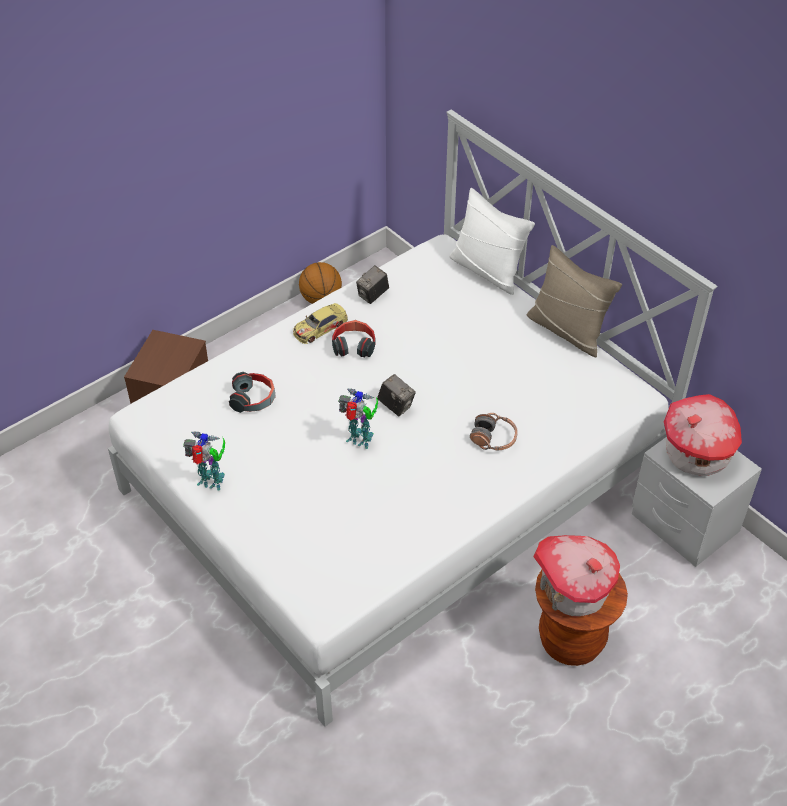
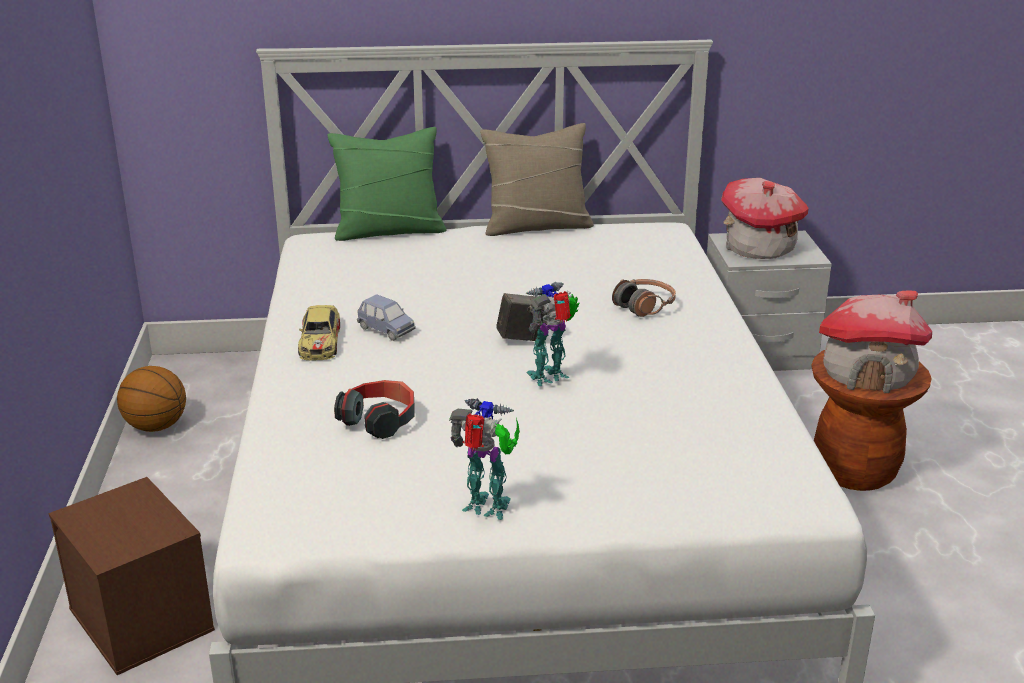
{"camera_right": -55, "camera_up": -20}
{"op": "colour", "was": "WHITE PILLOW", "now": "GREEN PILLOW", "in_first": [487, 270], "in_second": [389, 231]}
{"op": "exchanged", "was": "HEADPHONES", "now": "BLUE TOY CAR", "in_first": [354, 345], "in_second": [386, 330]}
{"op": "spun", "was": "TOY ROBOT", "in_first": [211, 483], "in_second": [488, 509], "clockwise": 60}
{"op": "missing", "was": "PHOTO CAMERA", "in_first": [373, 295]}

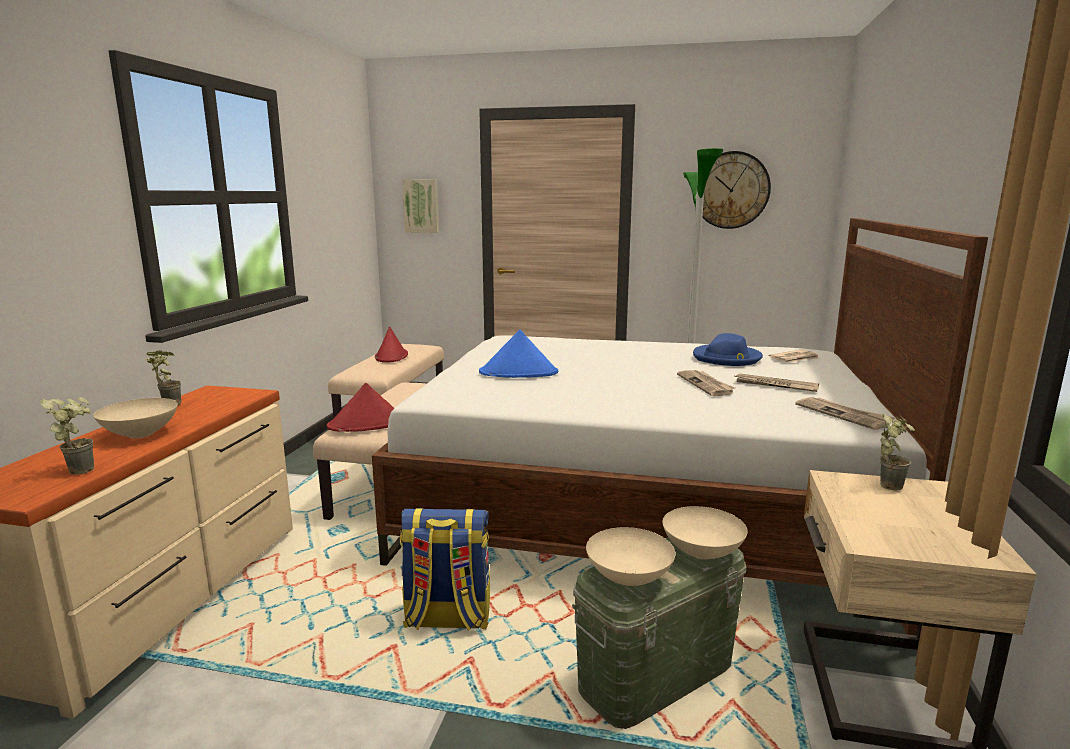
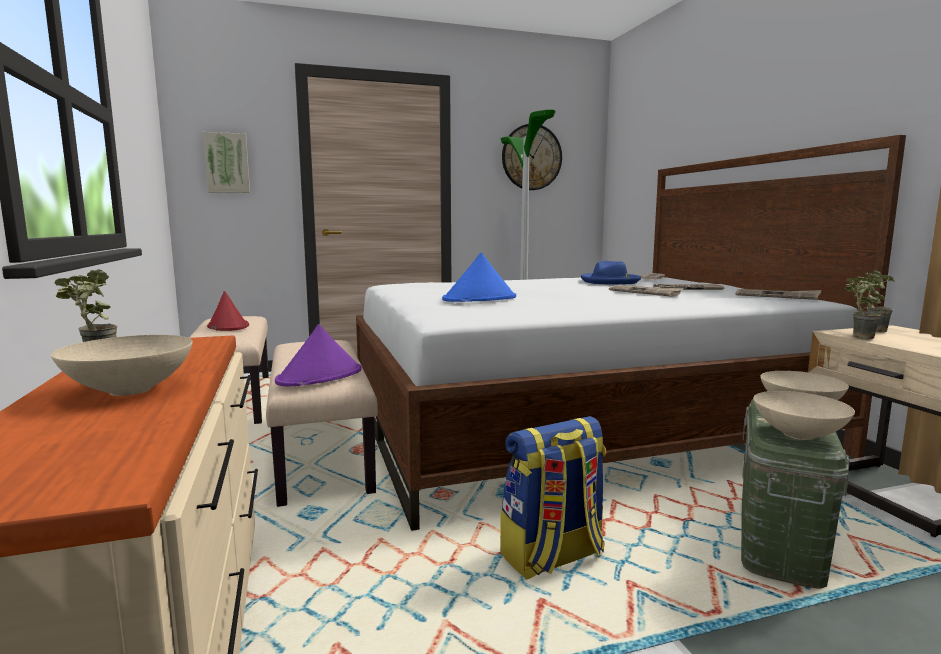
{"camera_right": -30, "camera_up": -5}
{"op": "colour", "was": "RED HAT", "now": "PURPLE HAT", "in_first": [367, 424], "in_second": [320, 376]}
{"op": "relocated", "was": "POTTED PLANT", "in_first": [82, 468], "in_second": [856, 337]}

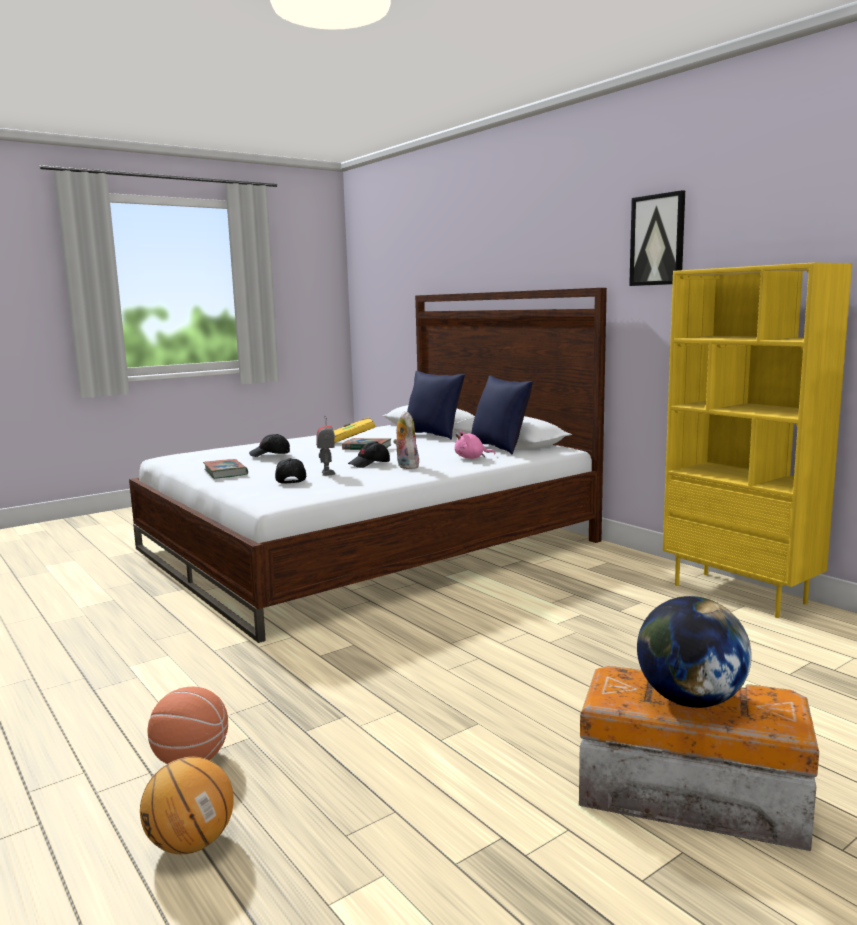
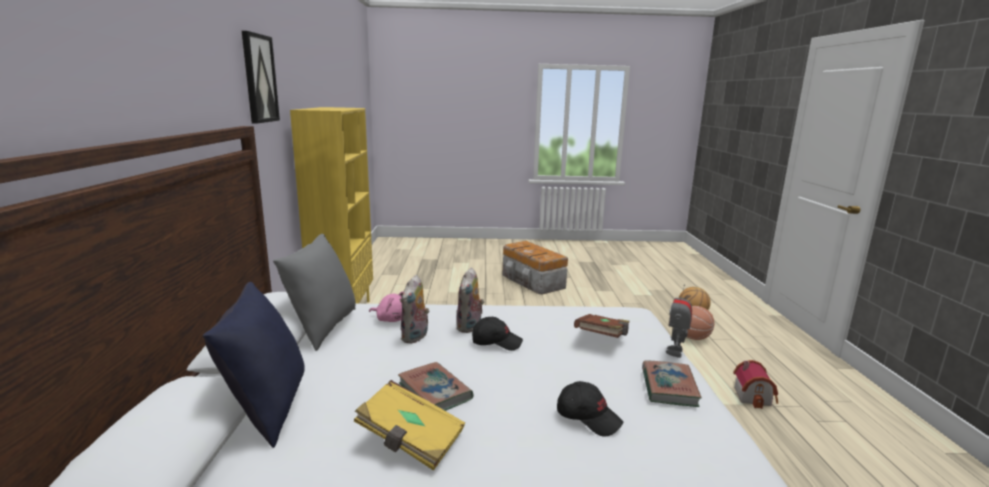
{"camera_right": -145, "camera_up": 5}
{"op": "colour", "was": "BLUE PILLOW", "now": "GREY PILLOW", "in_first": [500, 448], "in_second": [322, 328]}
{"op": "appeared", "now": "PLUSH TOY", "in_second": [415, 337]}
{"op": "exchanged", "was": "BLACK CAP", "now": "BROWN BOOK", "in_first": [290, 480], "in_second": [603, 338]}
{"op": "relocated", "was": "TOY ROBOT", "in_first": [327, 473], "in_second": [675, 352]}
{"op": "appeared", "now": "TOY HOUSE", "in_second": [754, 396]}
{"op": "missing", "was": "GLOBE", "in_first": [690, 700]}

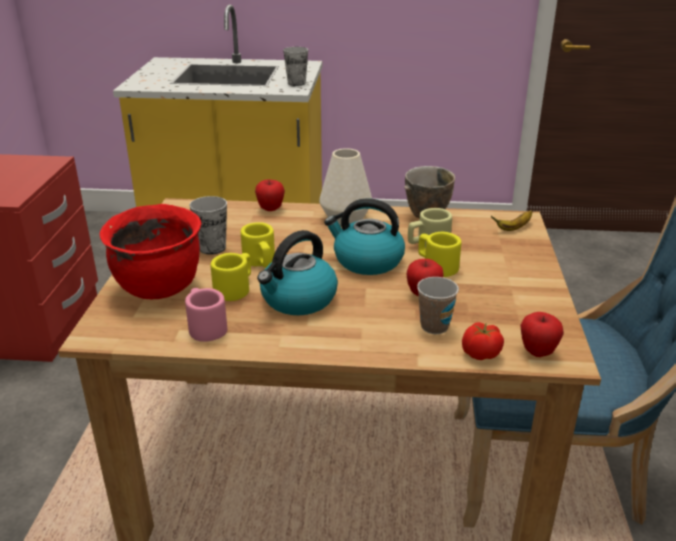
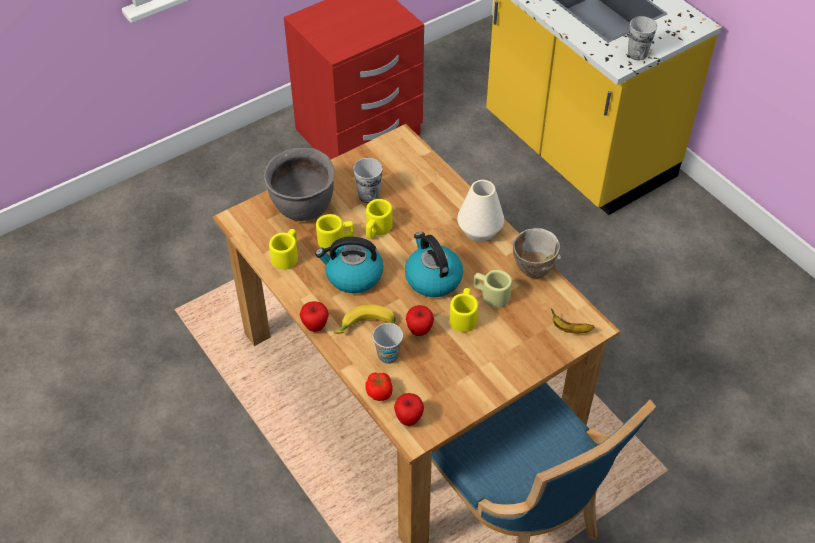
{"camera_right": 50, "camera_up": 20}
{"op": "colour", "was": "RED COOKING POT", "now": "GREY COOKING POT", "in_first": [160, 287], "in_second": [303, 207]}
{"op": "colour", "was": "PINK MUG", "now": "YELLOW MUG", "in_first": [205, 326], "in_second": [287, 255]}
{"op": "relocated", "was": "APPLE", "in_first": [270, 209], "in_second": [315, 326]}
{"op": "appeared", "now": "BANANA", "in_second": [366, 327]}

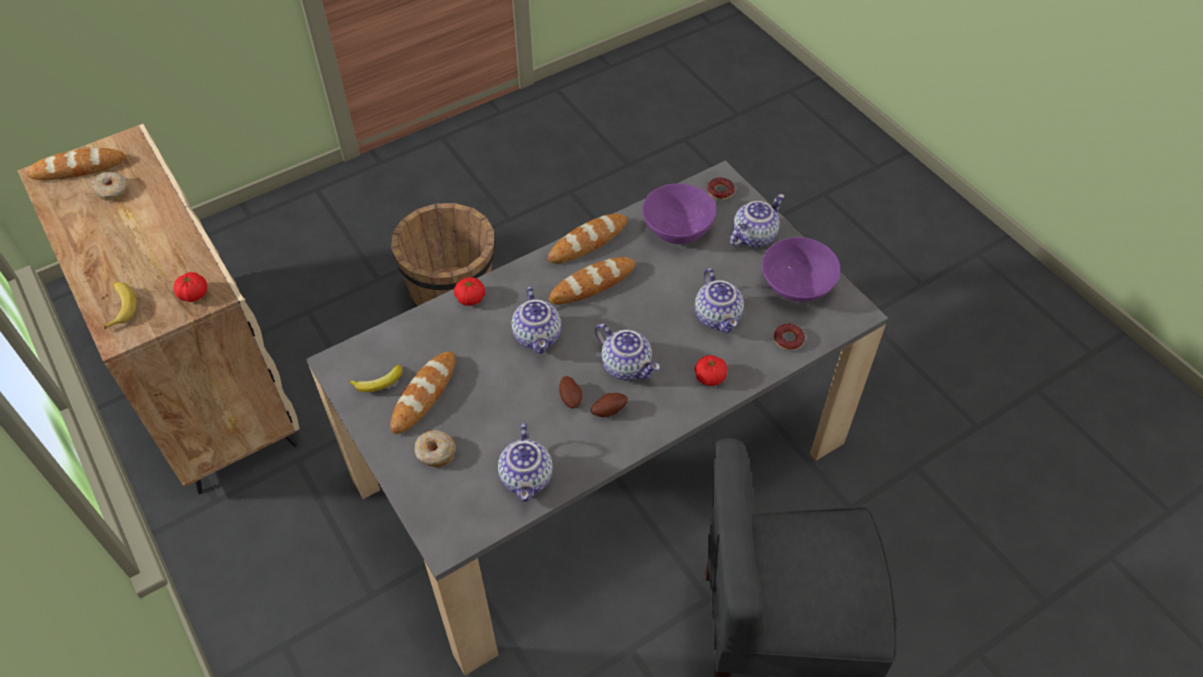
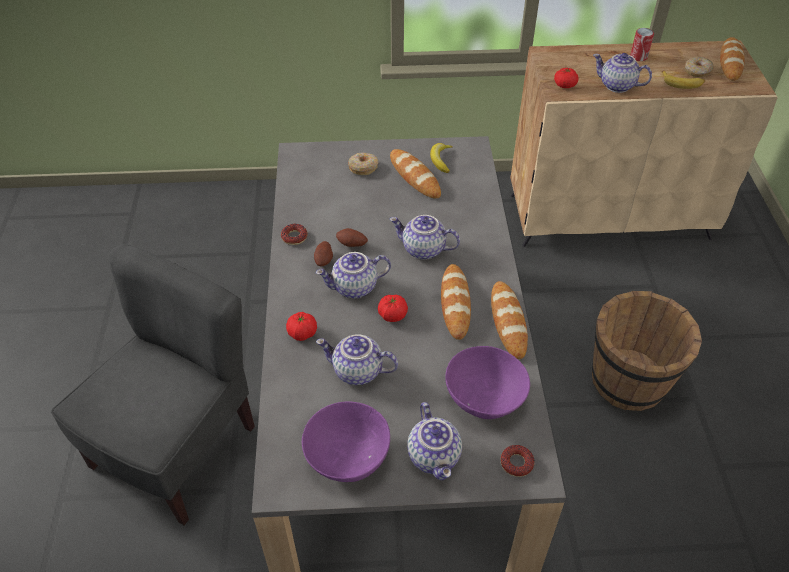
{"camera_right": 120, "camera_up": -5}
{"op": "relocated", "was": "DONUT", "in_first": [788, 339], "in_second": [294, 237]}
{"op": "relocated", "was": "TOMATO", "in_first": [470, 298], "in_second": [392, 315]}
{"op": "relocated", "was": "TEAPOT", "in_first": [528, 478], "in_second": [616, 86]}
{"op": "appeared", "now": "CAN", "in_second": [638, 57]}
{"op": "relocated", "was": "BANANA", "in_first": [120, 307], "in_second": [682, 83]}

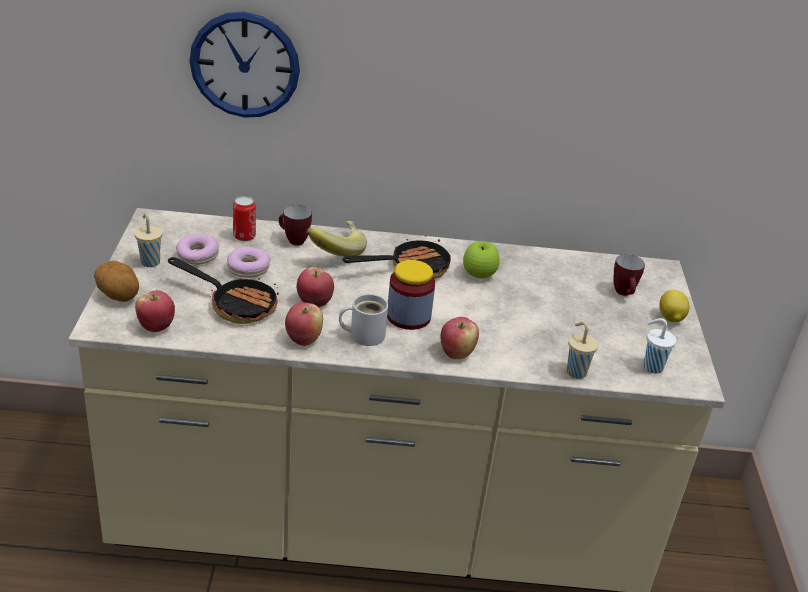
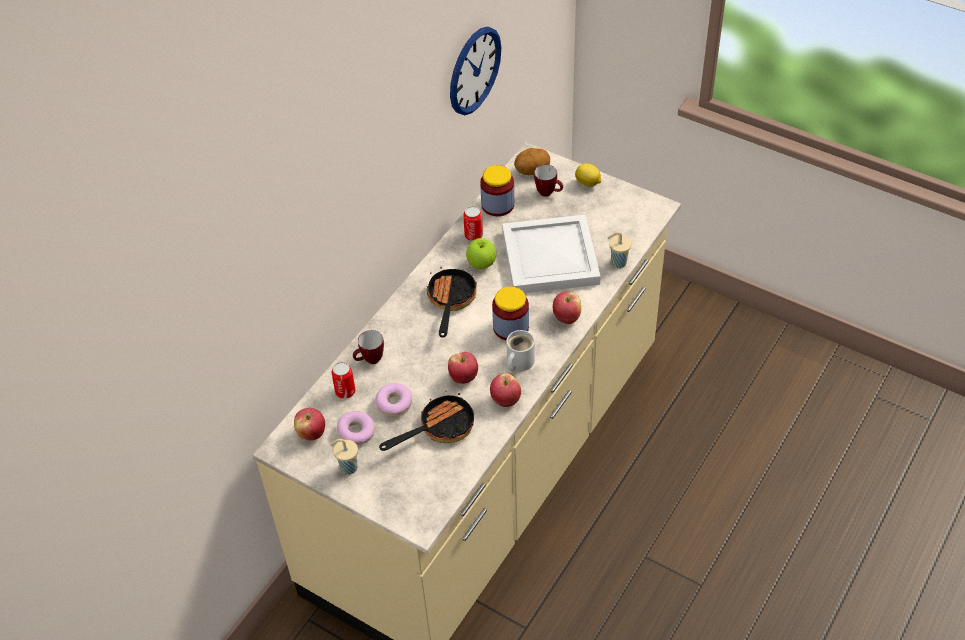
{"camera_right": -55, "camera_up": 15}
{"op": "relocated", "was": "APPLE", "in_first": [156, 327], "in_second": [311, 433]}
{"op": "relocated", "was": "WALL CLOCK", "in_first": [245, 65], "in_second": [474, 70]}
{"op": "appeared", "now": "CAN", "in_second": [473, 235]}
{"op": "appeared", "now": "JAR", "in_second": [497, 205]}
{"op": "appeared", "now": "WHITE TRAY", "in_second": [549, 259]}
{"op": "relocated", "was": "POTATO", "in_first": [118, 295], "in_second": [532, 171]}
{"op": "missing", "was": "BANANA", "in_first": [335, 250]}
{"op": "missing", "was": "WHITE CUP", "in_first": [651, 367]}

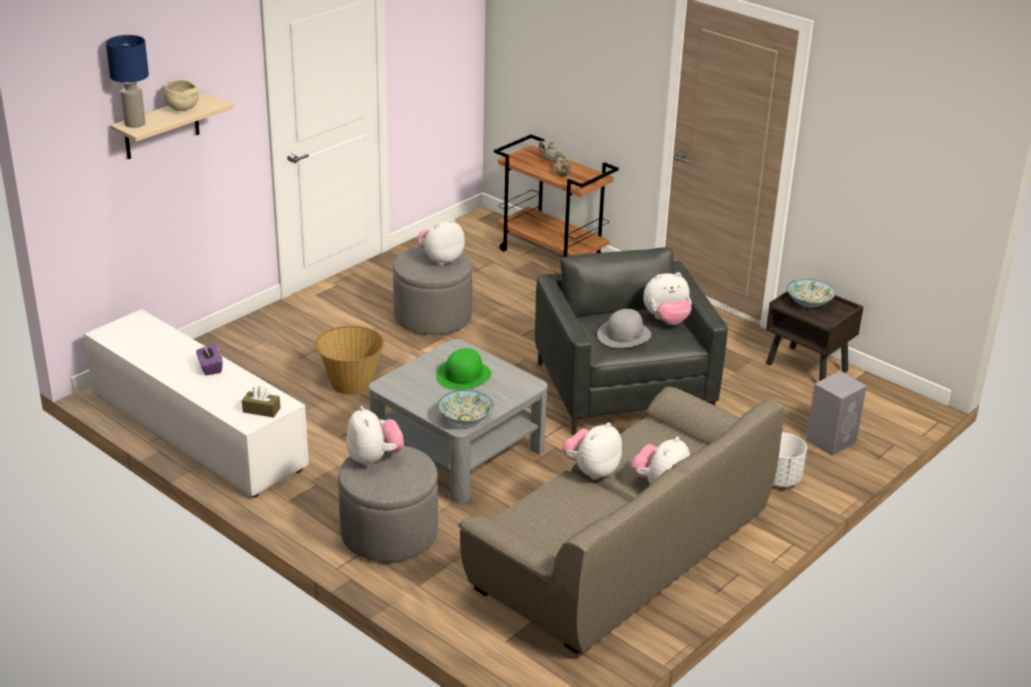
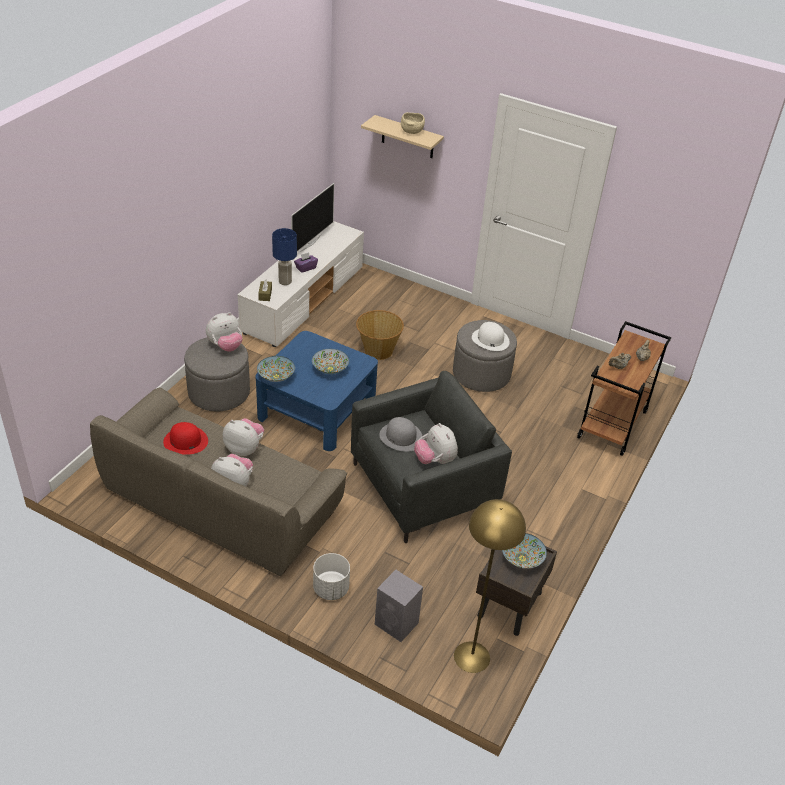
{"camera_right": 75, "camera_up": 10}
{"op": "appeared", "now": "RED HAT", "in_second": [185, 441]}
{"op": "colour", "was": "GREY COFFEE TABLE", "now": "BLUE COFFEE TABLE", "in_first": [458, 450], "in_second": [316, 409]}
{"op": "relocated", "was": "BLUE TABLE LAMP", "in_first": [135, 124], "in_second": [285, 281]}
{"op": "appeared", "now": "TELEVISION", "in_second": [310, 243]}
{"op": "exchanged", "was": "GREEN HAT", "now": "BOWL", "in_first": [463, 375], "in_second": [330, 369]}
{"op": "appeared", "now": "YELLOW FLOOR LAMP", "in_second": [471, 657]}
{"op": "exchanged", "was": "PLUSH TOY", "now": "WHITE HAT", "in_first": [440, 260], "in_second": [490, 339]}

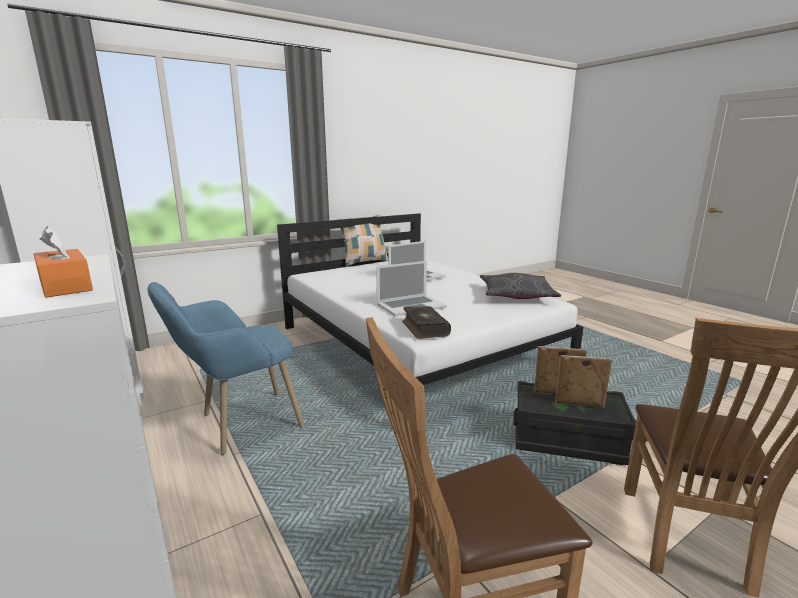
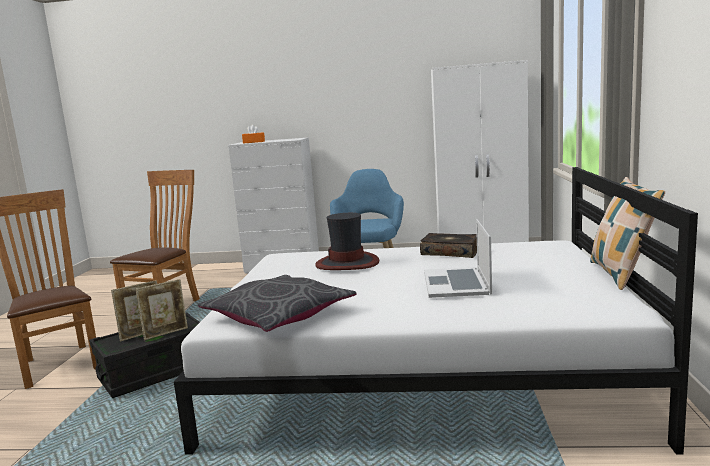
{"camera_right": 130, "camera_up": -5}
{"op": "exchanged", "was": "LAPTOP", "now": "HAT", "in_first": [410, 305], "in_second": [347, 263]}
{"op": "relocated", "was": "BOOK", "in_first": [424, 329], "in_second": [450, 252]}

